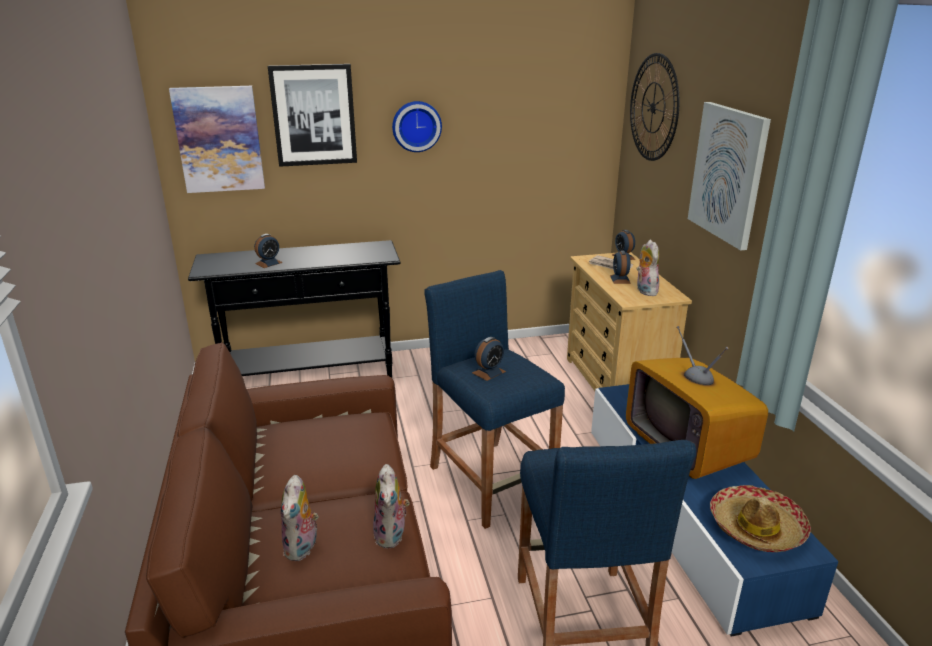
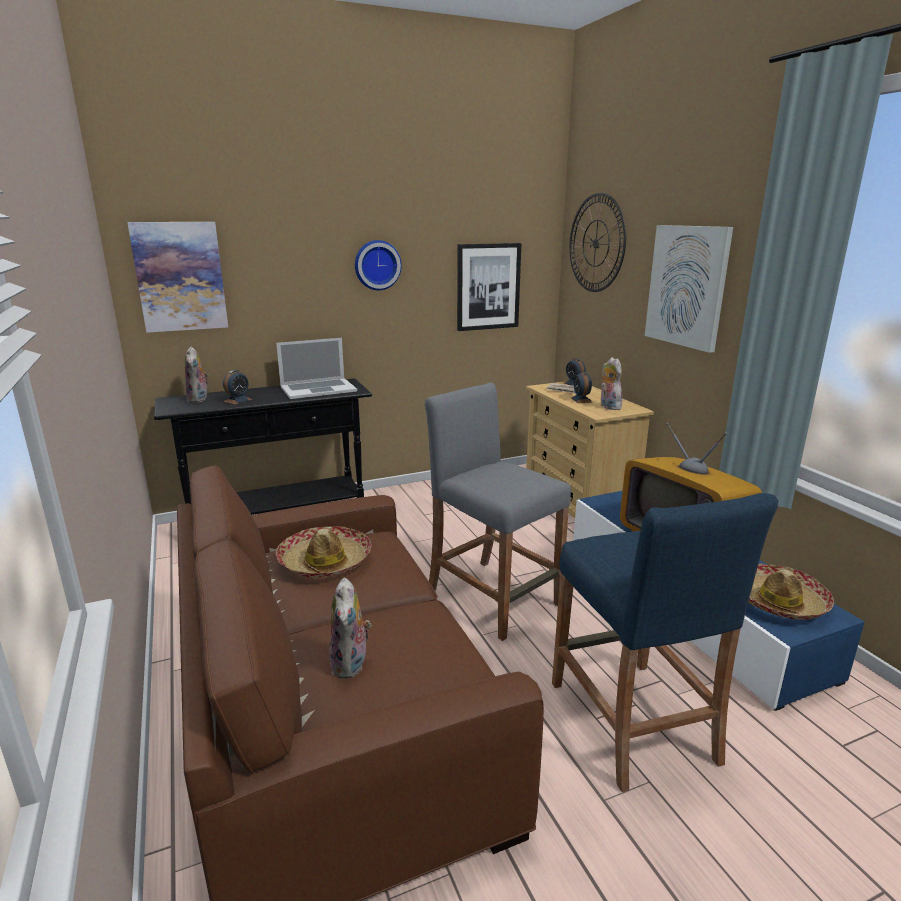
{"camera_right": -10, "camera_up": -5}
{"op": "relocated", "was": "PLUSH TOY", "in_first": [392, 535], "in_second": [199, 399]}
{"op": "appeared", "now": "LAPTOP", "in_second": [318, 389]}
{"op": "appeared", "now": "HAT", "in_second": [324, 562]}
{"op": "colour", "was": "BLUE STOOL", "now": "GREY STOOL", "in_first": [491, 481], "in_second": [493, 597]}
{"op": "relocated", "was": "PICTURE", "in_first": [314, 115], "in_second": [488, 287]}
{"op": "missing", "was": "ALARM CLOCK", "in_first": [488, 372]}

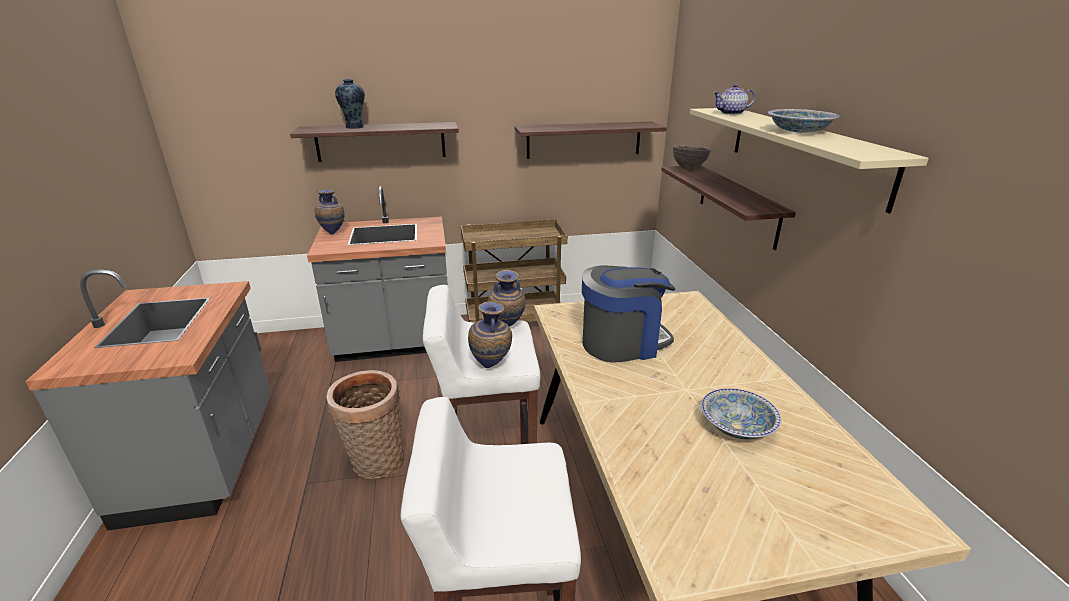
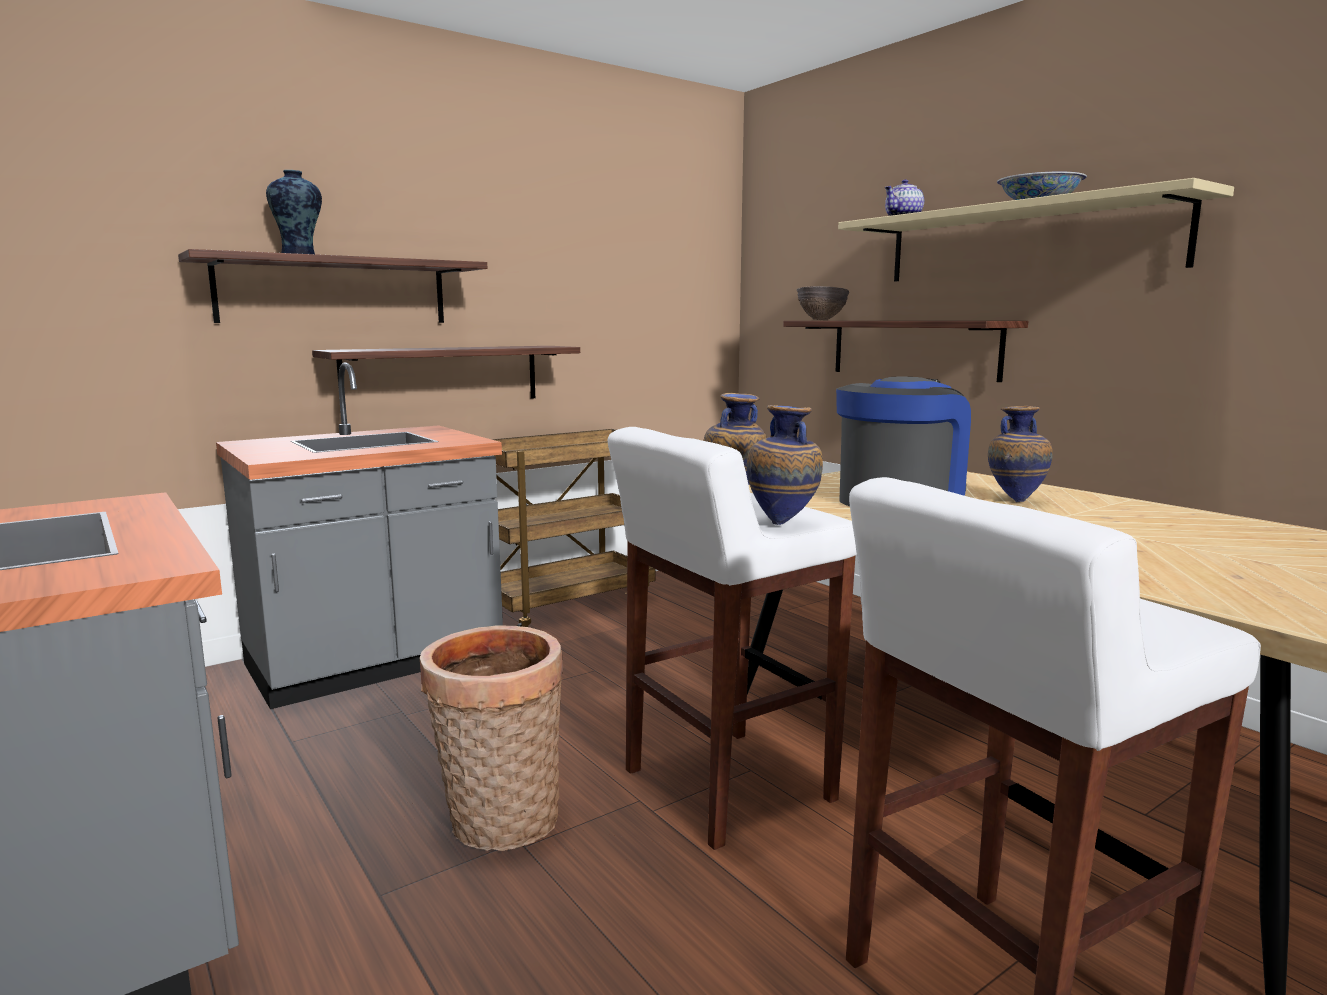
{"camera_right": -25, "camera_up": -15}
{"op": "relocated", "was": "SHELF", "in_first": [584, 140], "in_second": [442, 375]}
{"op": "relocated", "was": "VASE", "in_first": [333, 233], "in_second": [1015, 500]}
{"op": "missing", "was": "BOWL", "in_first": [737, 427]}

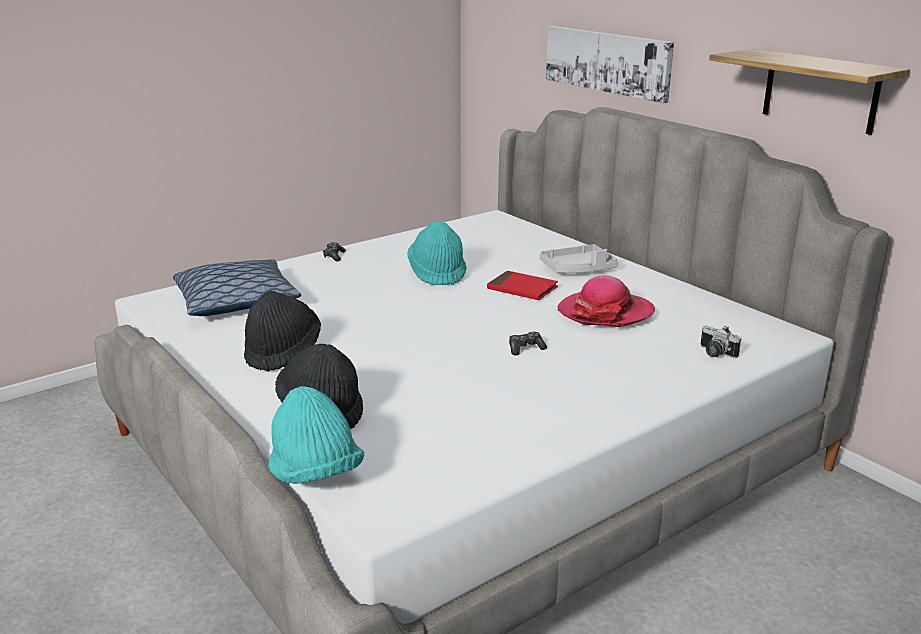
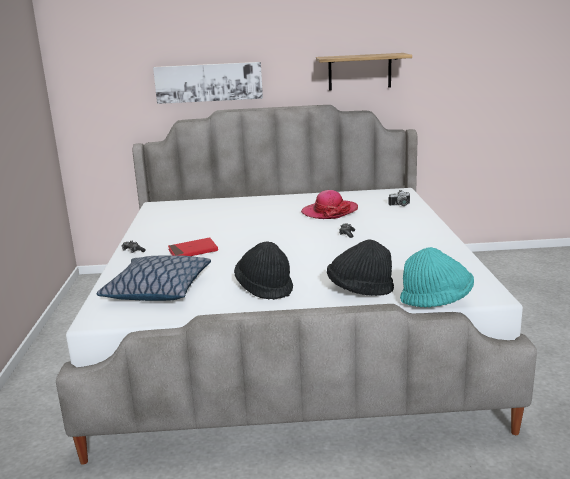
{"camera_right": -55, "camera_up": -5}
{"op": "relocated", "was": "RED BOOK", "in_first": [522, 289], "in_second": [193, 251]}
{"op": "missing", "was": "TURQUOISE HAT", "in_first": [437, 273]}
{"op": "missing", "was": "GREY TRAY", "in_first": [578, 269]}

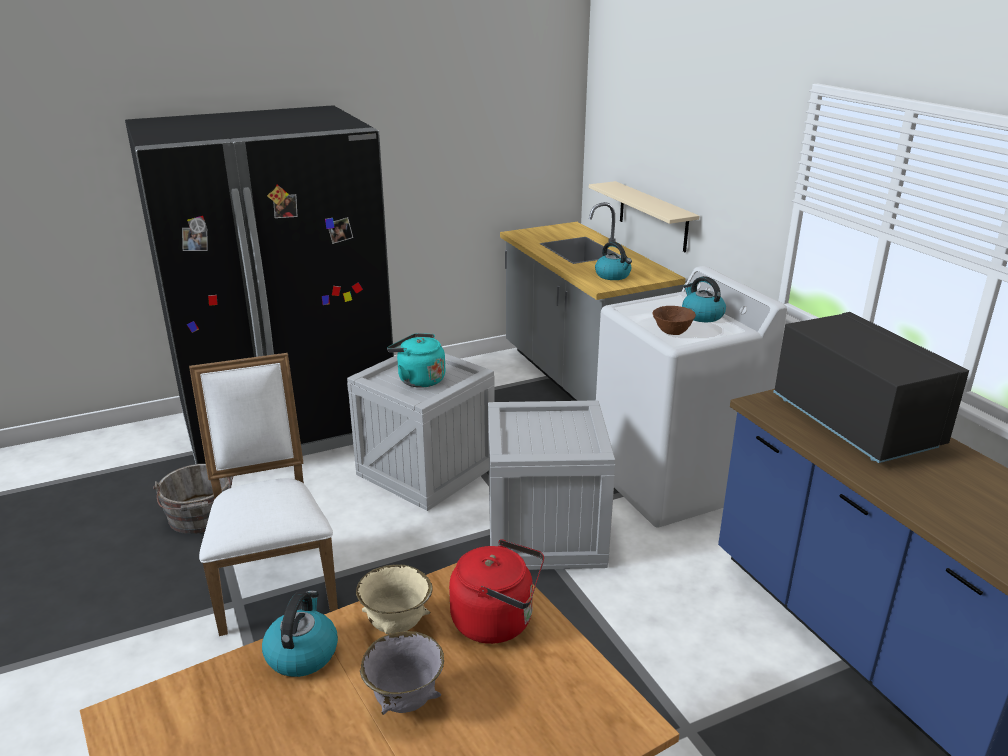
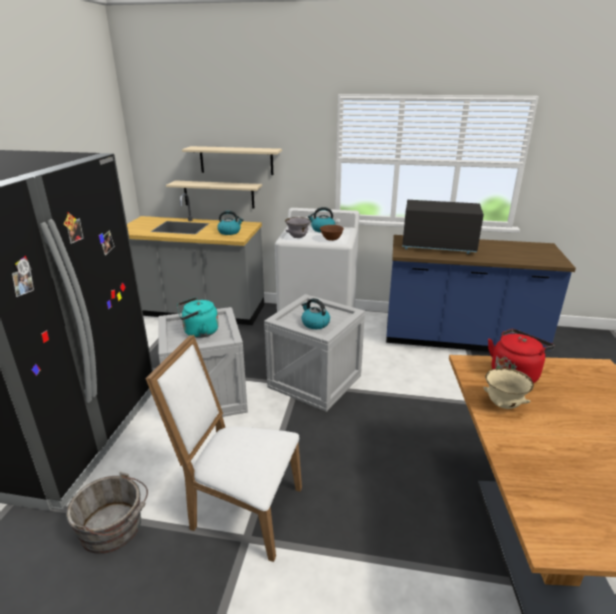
{"camera_right": -55, "camera_up": 0}
{"op": "appeared", "now": "BEIGE SHELF", "in_second": [236, 160]}
{"op": "relocated", "was": "GREY BOWL", "in_first": [405, 701], "in_second": [297, 238]}
{"op": "relocated", "was": "KETTLE", "in_first": [302, 653], "in_second": [315, 323]}

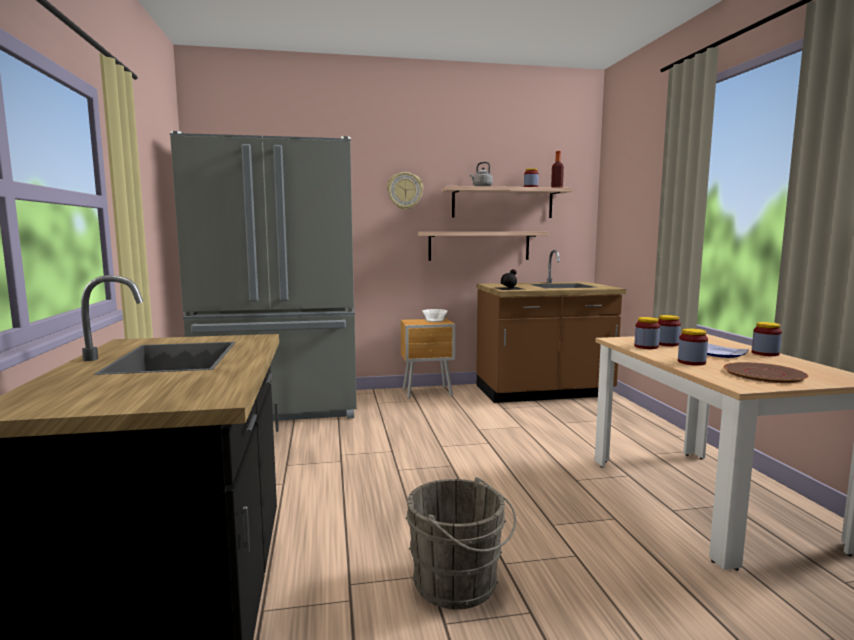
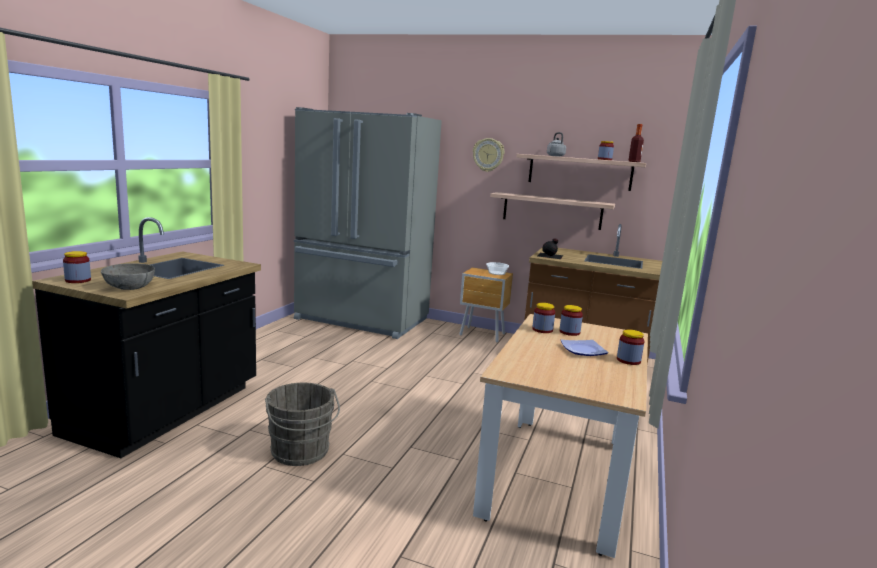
{"camera_right": 30, "camera_up": 5}
{"op": "relocated", "was": "JAR", "in_first": [691, 362], "in_second": [78, 280]}
{"op": "appeared", "now": "GREY BOWL", "in_second": [129, 287]}
{"op": "missing", "was": "BROWN PLATE", "in_first": [764, 374]}

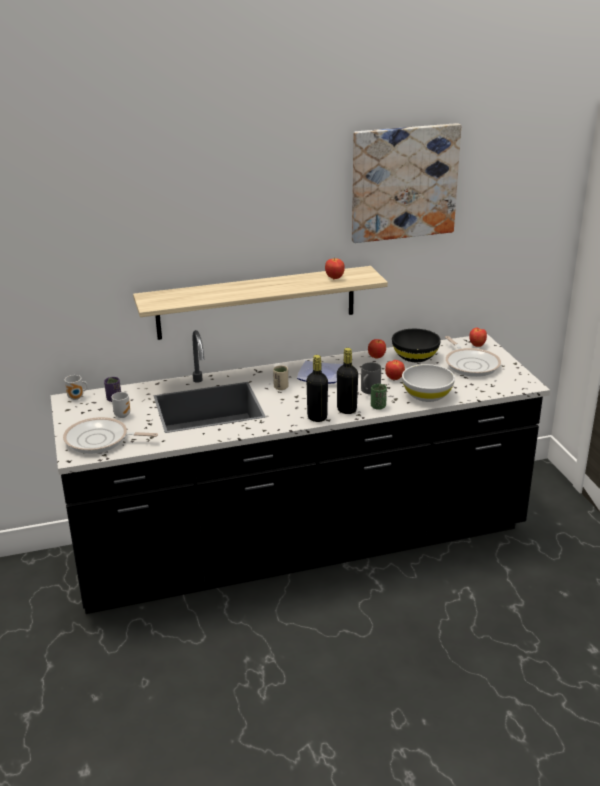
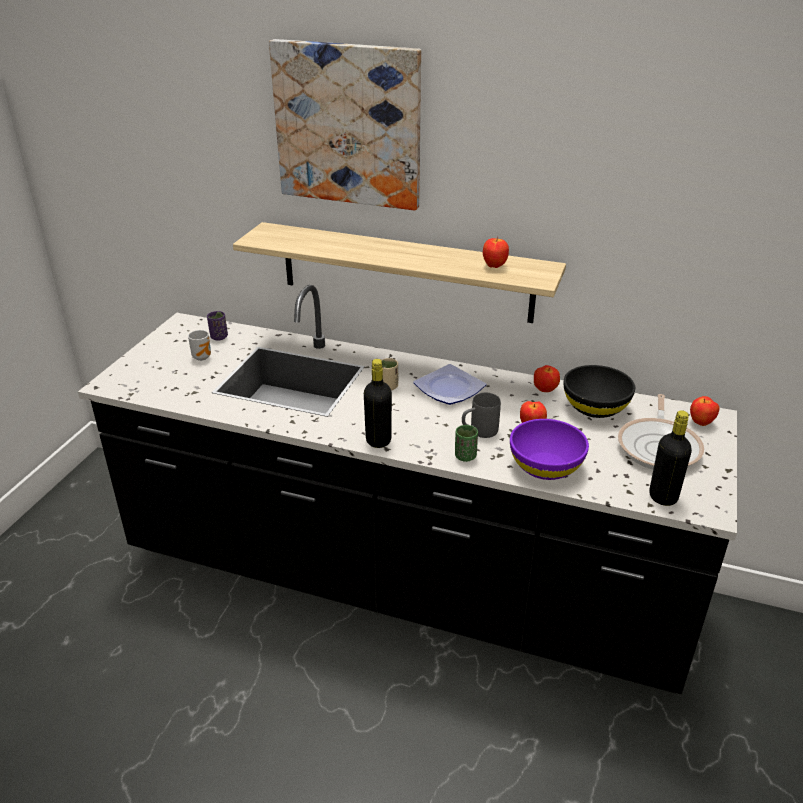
{"camera_right": 35, "camera_up": 5}
{"op": "relocated", "was": "PICTURE", "in_first": [403, 182], "in_second": [348, 125]}
{"op": "colour", "was": "WHITE BOWL", "now": "PURPLE BOWL", "in_first": [427, 395], "in_second": [546, 466]}
{"op": "relocated", "was": "BLACK BOTTLE", "in_first": [346, 410], "in_second": [663, 497]}
{"op": "missing", "was": "FRYING PAN", "in_first": [100, 440]}
{"op": "missing", "was": "MUG", "in_first": [77, 398]}

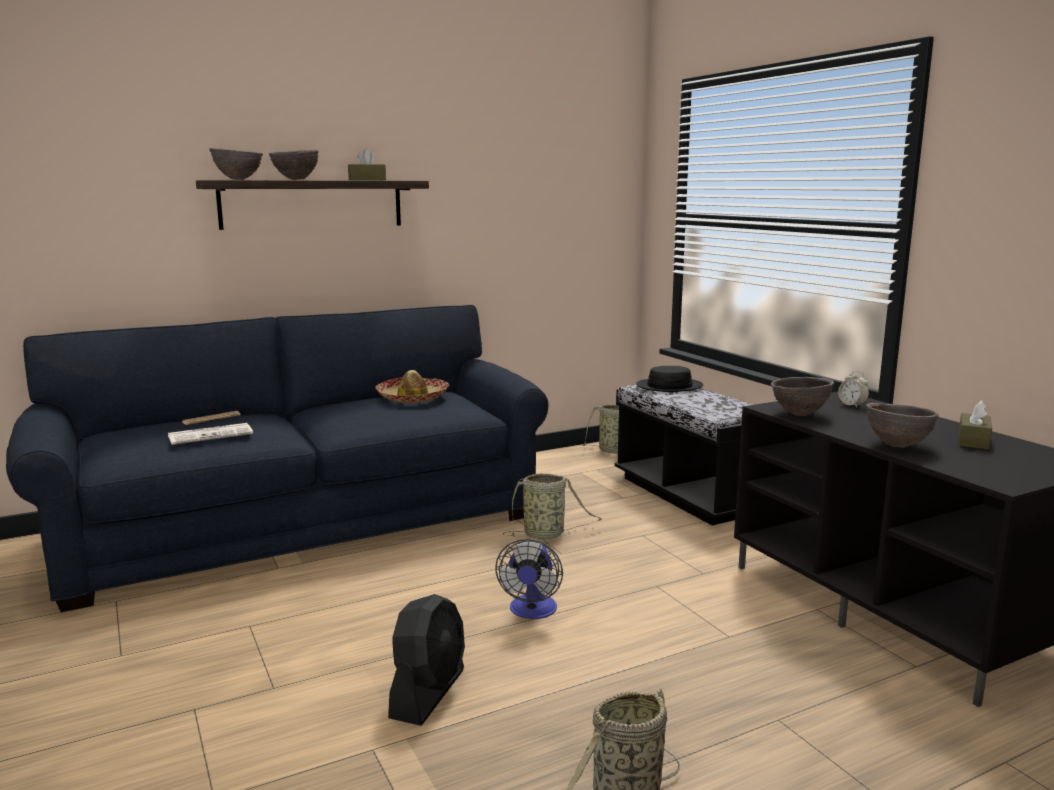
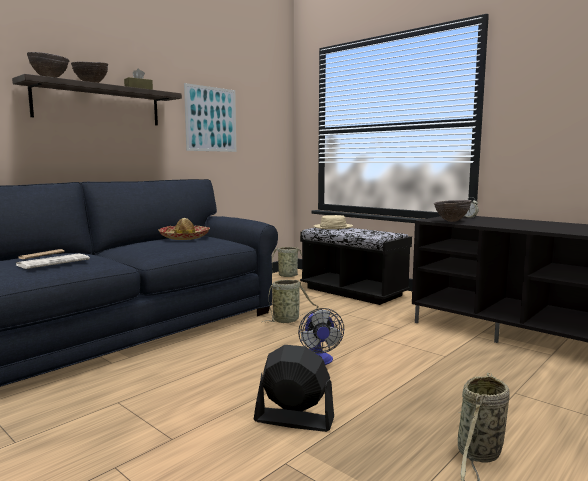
{"camera_right": -20, "camera_up": -5}
{"op": "appeared", "now": "PICTURE", "in_second": [211, 119]}
{"op": "spun", "was": "BLACK FAN", "in_first": [428, 693], "in_second": [293, 419], "clockwise": -75}
{"op": "colour", "was": "BLACK HAT", "now": "BEIGE HAT", "in_first": [669, 386], "in_second": [333, 227]}
{"op": "missing", "was": "BROWN BOWL", "in_first": [898, 446]}
{"op": "missing", "was": "BROWN TISSUE BOX", "in_first": [973, 441]}

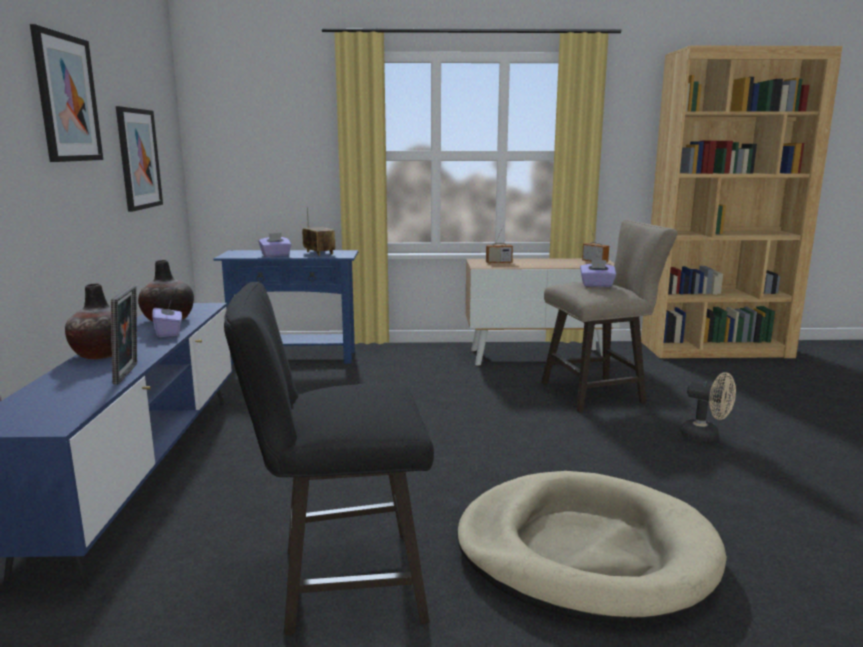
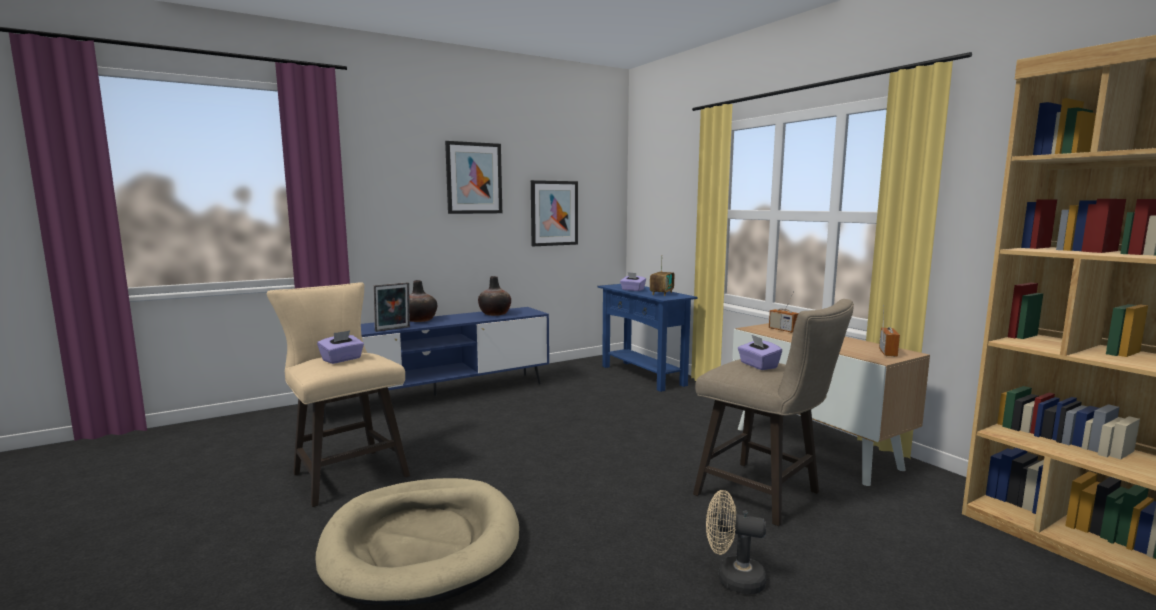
{"camera_right": 60, "camera_up": -5}
{"op": "colour", "was": "BLACK STOOL", "now": "BEIGE STOOL", "in_first": [338, 583], "in_second": [345, 473]}
{"op": "relocated", "was": "PURPLE TISSUE BOX", "in_first": [169, 332], "in_second": [342, 359]}
{"op": "spun", "was": "BEIGE FAN", "in_first": [706, 436], "in_second": [732, 578], "clockwise": 105}

